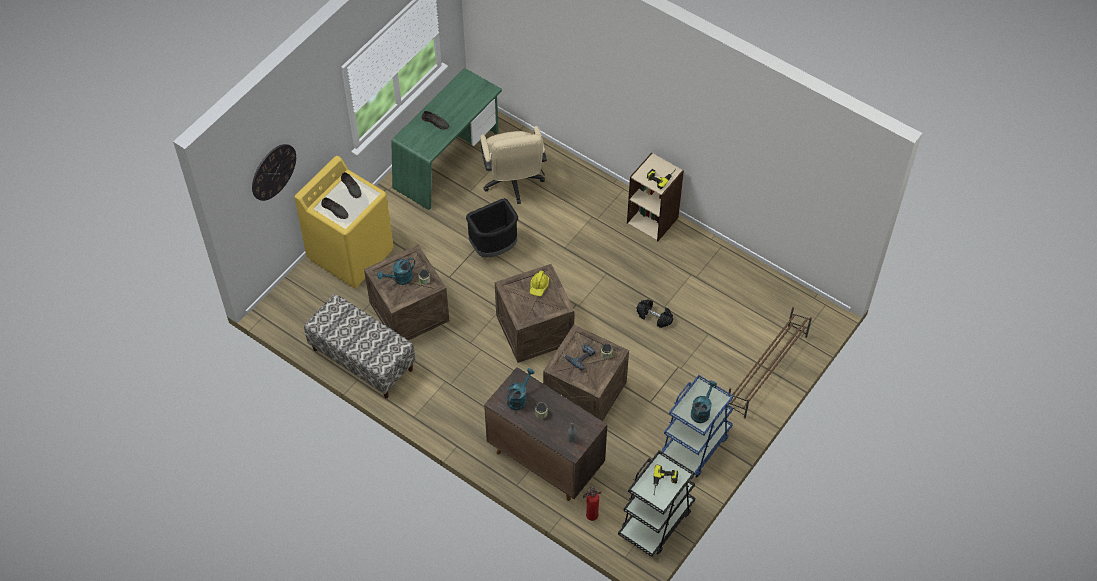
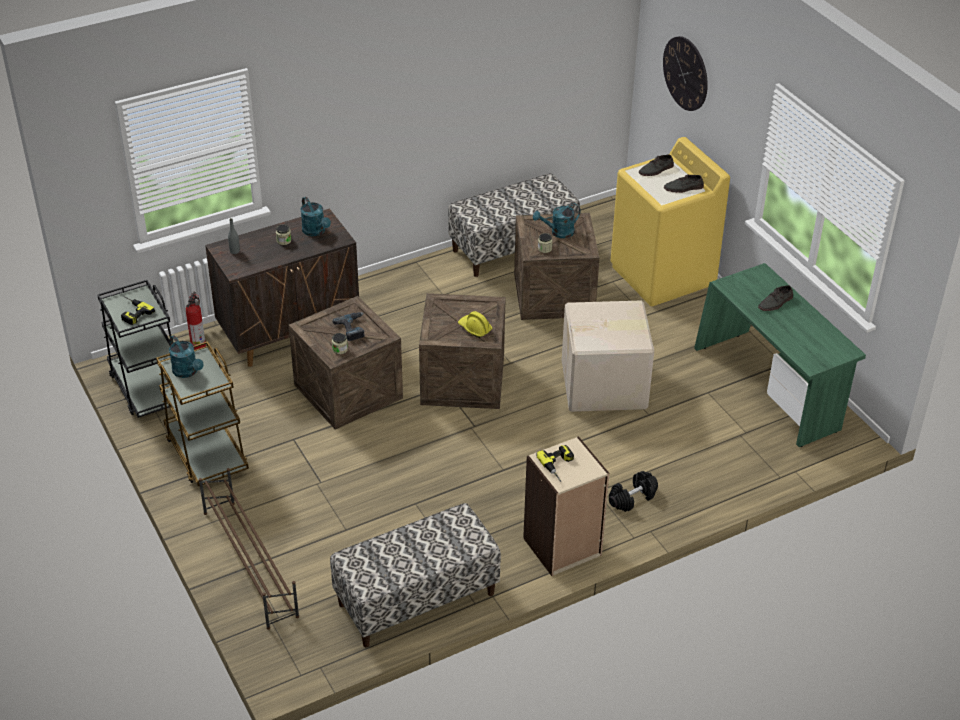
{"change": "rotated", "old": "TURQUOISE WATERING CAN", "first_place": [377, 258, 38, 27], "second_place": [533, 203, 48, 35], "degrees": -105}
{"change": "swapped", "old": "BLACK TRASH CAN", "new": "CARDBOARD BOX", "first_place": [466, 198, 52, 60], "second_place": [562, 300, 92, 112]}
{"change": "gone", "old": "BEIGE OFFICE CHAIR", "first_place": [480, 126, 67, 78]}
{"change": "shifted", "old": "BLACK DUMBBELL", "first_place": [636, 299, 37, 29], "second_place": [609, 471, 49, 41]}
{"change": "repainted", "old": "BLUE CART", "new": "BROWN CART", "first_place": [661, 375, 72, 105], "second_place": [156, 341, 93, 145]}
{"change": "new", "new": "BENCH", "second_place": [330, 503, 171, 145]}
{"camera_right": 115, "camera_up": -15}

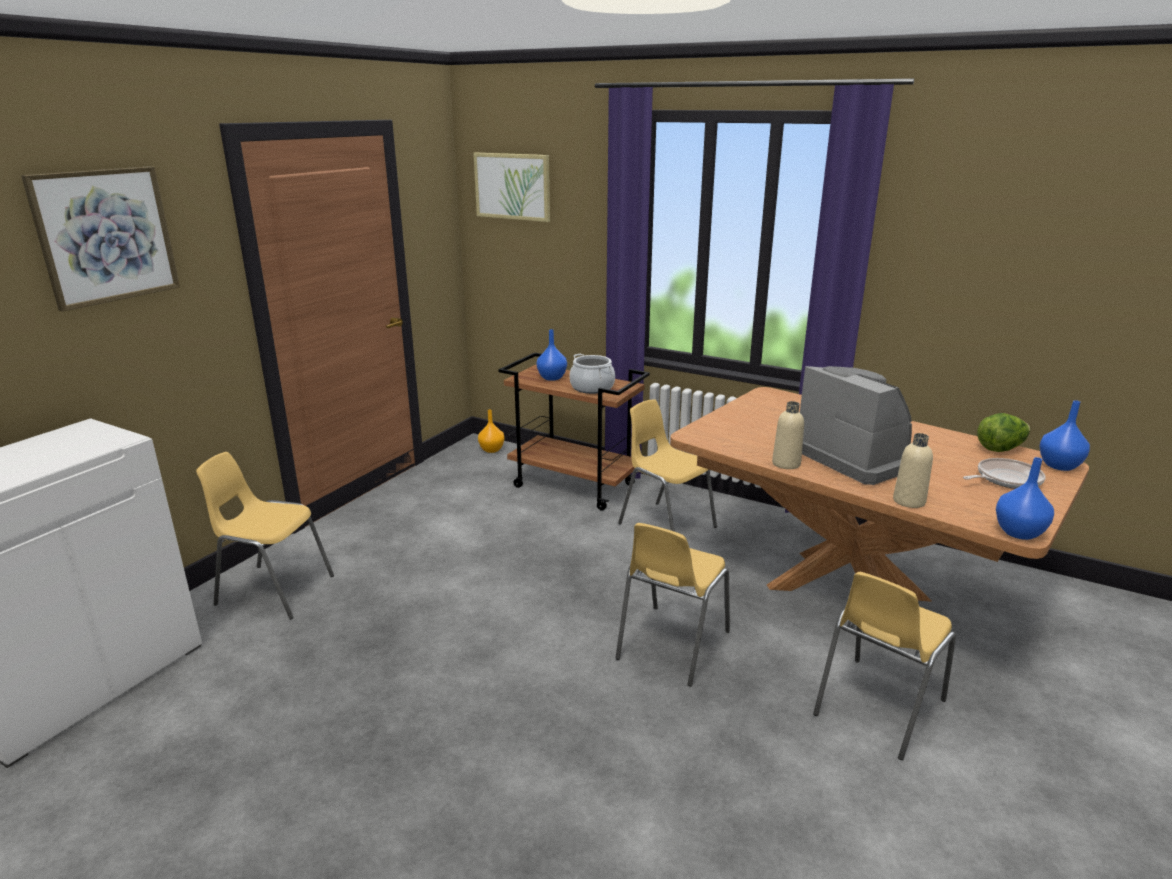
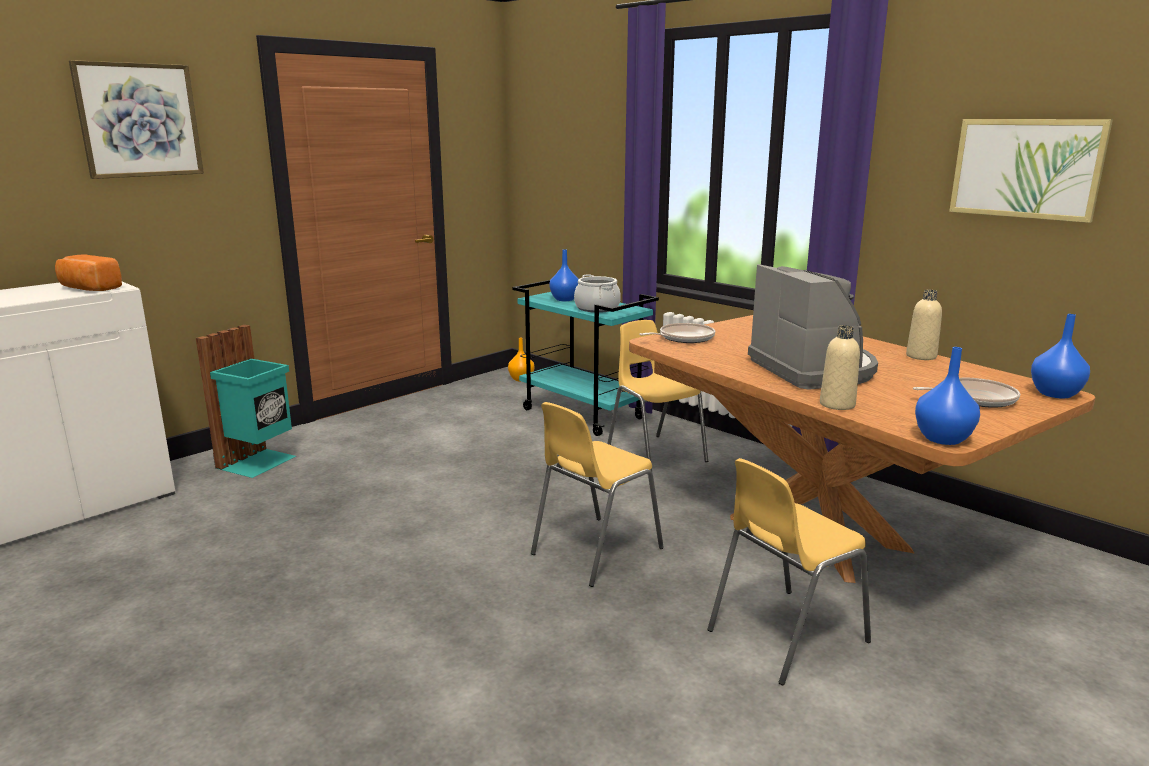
{"change": "swapped", "old": "YELLOW CHAIR", "new": "TURQUOISE TRASH CAN", "first_place": [196, 452, 138, 168], "second_place": [196, 325, 100, 153]}
{"change": "shifted", "old": "PICTURE", "first_place": [473, 153, 77, 69], "second_place": [949, 119, 164, 104]}
{"change": "repainted", "old": "BROWN CART", "new": "TURQUOISE CART", "first_place": [498, 352, 152, 159], "second_place": [512, 280, 147, 156]}
{"change": "shifted", "old": "BEIGE BOTTLE", "first_place": [772, 401, 32, 68], "second_place": [906, 290, 36, 70]}
{"change": "gone", "old": "LETTUCE", "first_place": [977, 413, 53, 39]}
{"change": "new", "new": "BREAD", "second_place": [55, 254, 67, 37]}
{"change": "new", "new": "FRYING PAN", "second_place": [639, 323, 76, 20]}
{"camera_right": 15, "camera_up": -5}

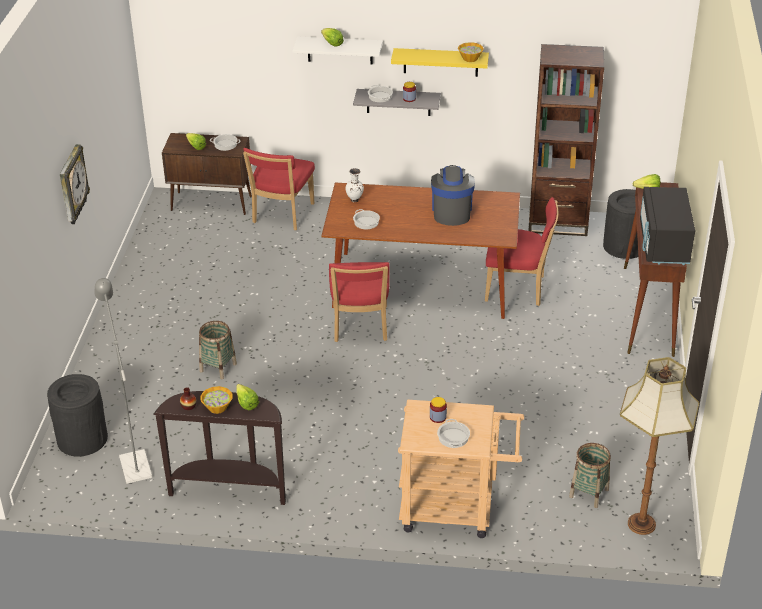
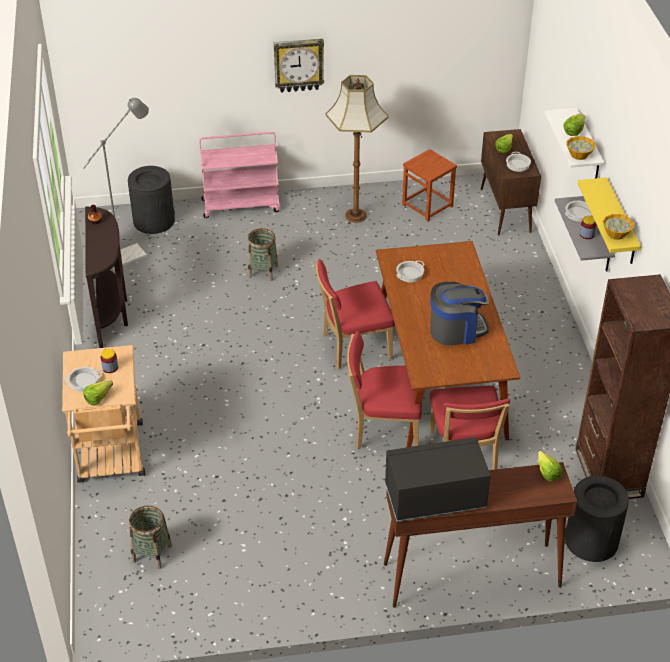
{"change": "shifted", "old": "BOWL", "first_place": [201, 386, 31, 28], "second_place": [566, 136, 30, 24]}
{"change": "shifted", "old": "LETTUCE", "first_place": [236, 384, 23, 26], "second_place": [83, 381, 30, 25]}
{"change": "shifted", "old": "RED CHAIR", "first_place": [243, 148, 72, 82], "second_place": [347, 331, 75, 118]}
{"change": "gone", "old": "WHITE VASE", "first_place": [346, 168, 18, 34]}
{"change": "shifted", "old": "FLOOR LAMP", "first_place": [620, 357, 79, 178], "second_place": [326, 75, 62, 148]}
{"change": "new", "new": "PINK CART", "second_place": [199, 132, 81, 86]}
{"change": "new", "new": "BROWN STOOL", "second_place": [402, 149, 55, 72]}
{"camera_right": 75, "camera_up": 5}

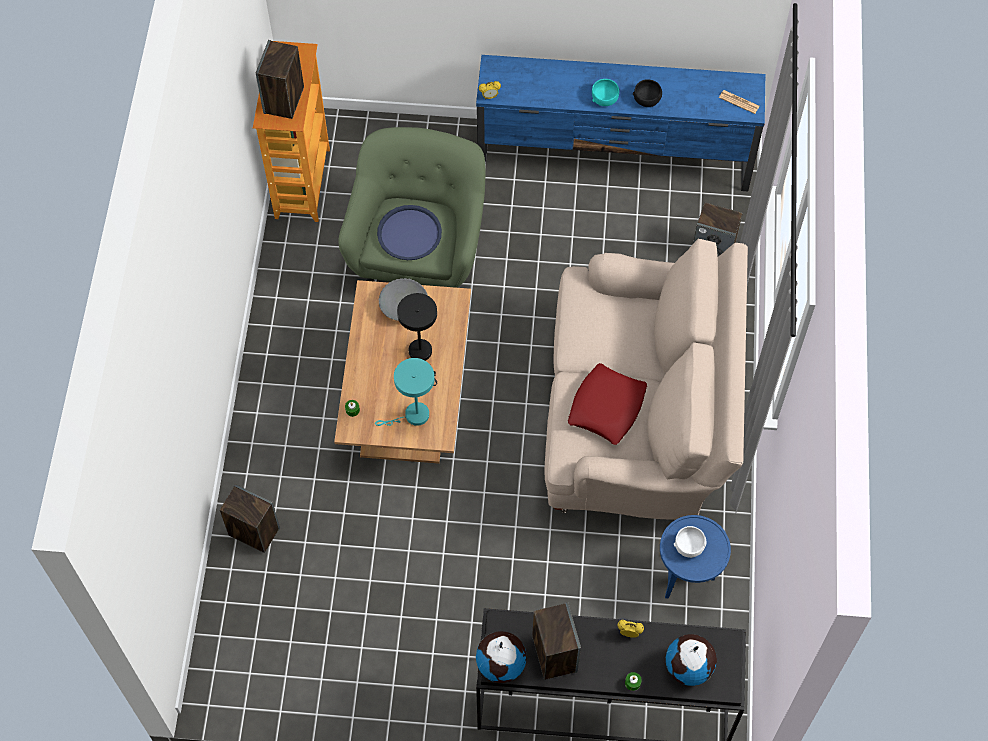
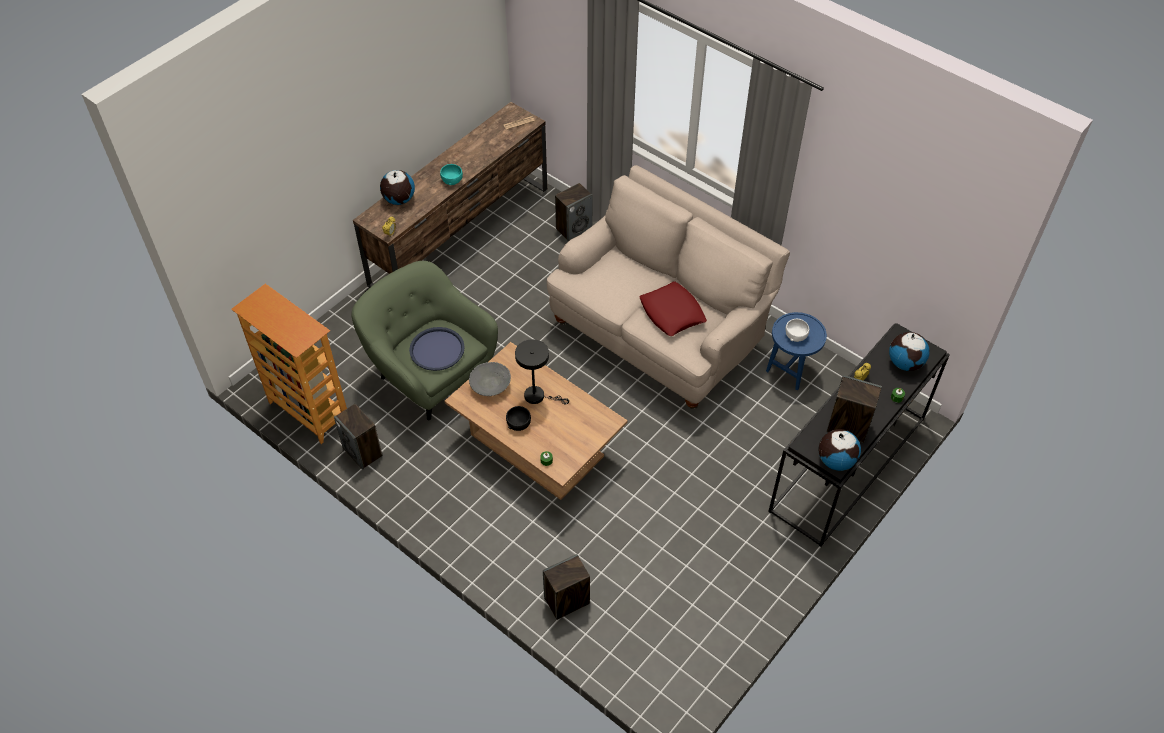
{"change": "shifted", "old": "SPEAKER", "first_place": [256, 40, 48, 79], "second_place": [334, 404, 49, 66]}
{"change": "gone", "old": "TURQUOISE TABLE LAMP", "first_place": [375, 358, 60, 68]}
{"change": "repainted", "old": "BLUE TV STAND", "new": "BROWN TV STAND", "first_place": [476, 55, 289, 136], "second_place": [353, 102, 194, 186]}
{"change": "shifted", "old": "BLACK BOWL", "first_place": [633, 79, 29, 28], "second_place": [506, 406, 25, 25]}
{"change": "new", "new": "GLOBE", "second_place": [380, 170, 35, 35]}
{"camera_right": -55, "camera_up": -10}

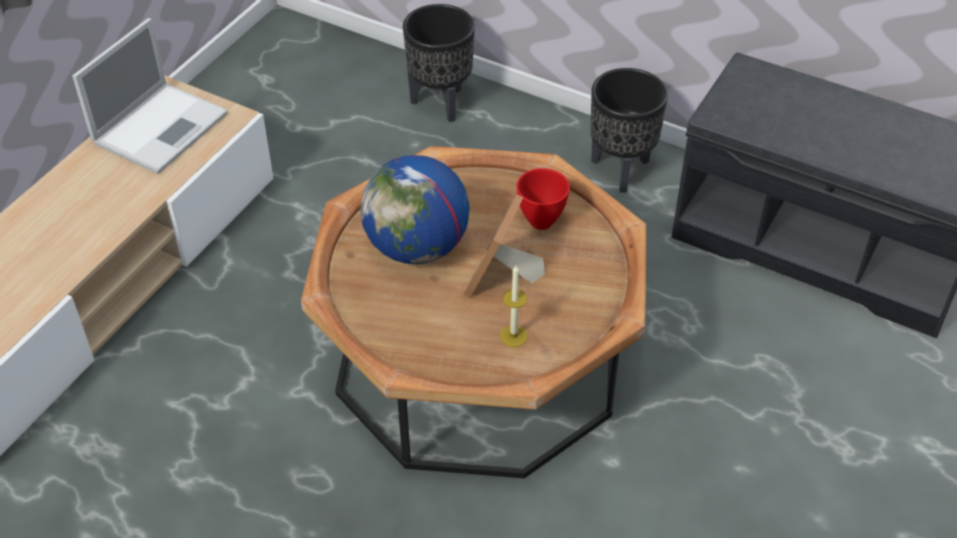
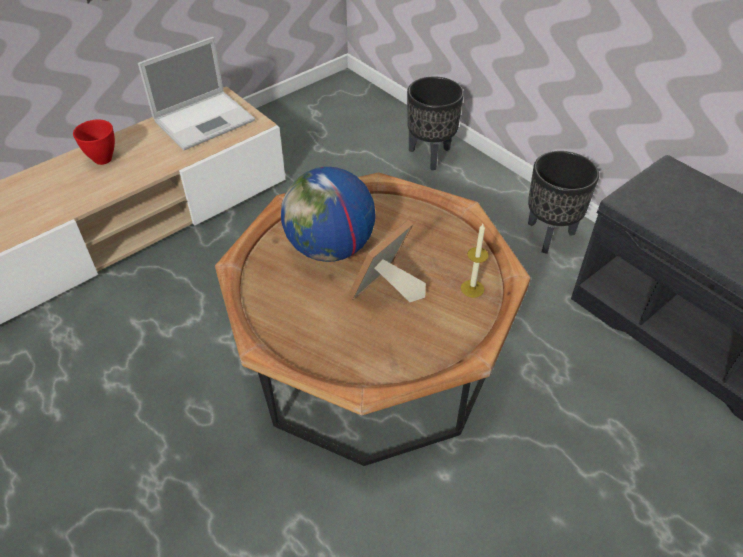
{"change": "shifted", "old": "CANDLE", "first_place": [500, 265, 28, 82], "second_place": [461, 224, 28, 74]}
{"change": "shifted", "old": "RED BOWL", "first_place": [516, 168, 54, 62], "second_place": [73, 119, 42, 46]}
{"camera_right": 20, "camera_up": 0}

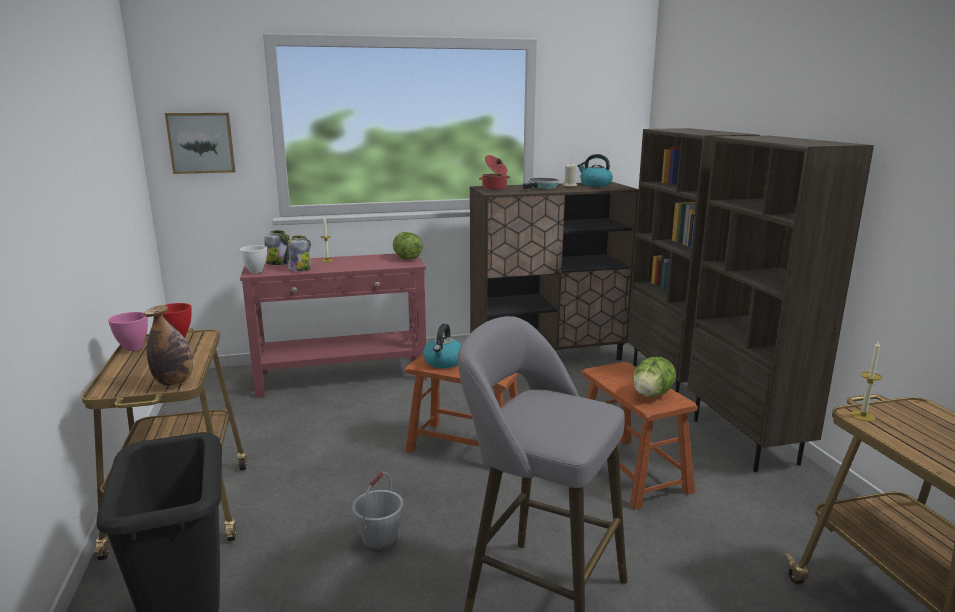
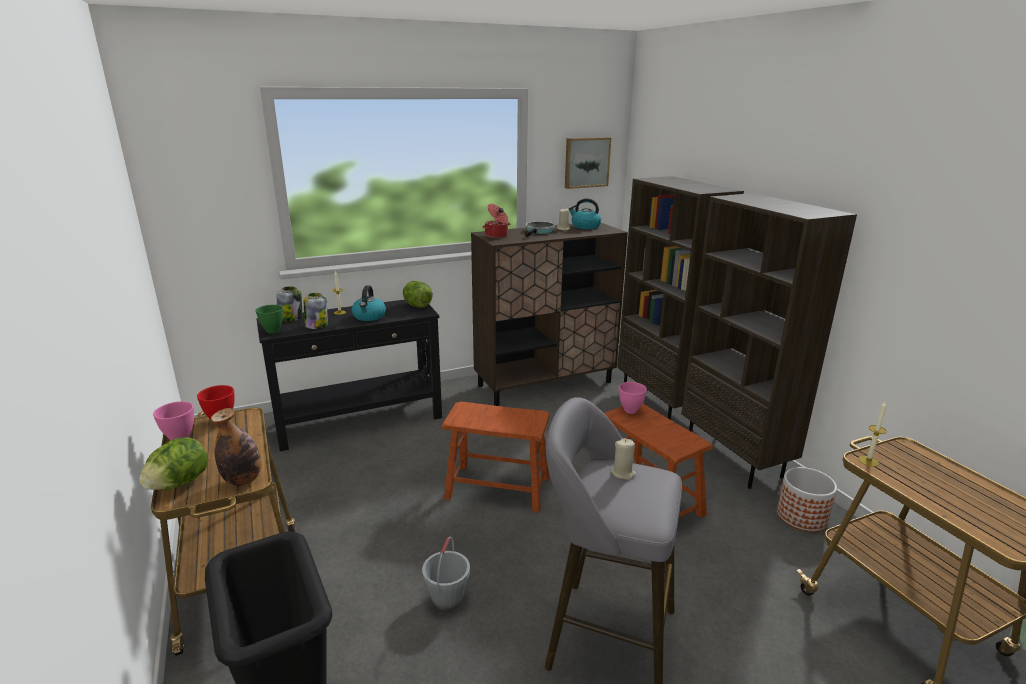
{"change": "shifted", "old": "PICTURE", "first_place": [165, 113, 70, 61], "second_place": [565, 137, 46, 52]}
{"change": "repainted", "old": "WHITE BOWL", "new": "GREEN BOWL", "first_place": [240, 245, 27, 28], "second_place": [256, 305, 27, 29]}
{"change": "repainted", "old": "RED CONSOLE TABLE", "new": "BLACK CONSOLE TABLE", "first_place": [240, 253, 187, 145], "second_place": [256, 300, 186, 151]}
{"change": "shifted", "old": "KETTLE", "first_place": [423, 324, 38, 44], "second_place": [352, 285, 34, 36]}
{"change": "shifted", "old": "LETTUCE", "first_place": [632, 357, 44, 40], "second_place": [139, 437, 69, 53]}
{"change": "new", "new": "BEIGE CANDLE", "second_place": [611, 438, 25, 42]}
{"change": "new", "new": "PINK BOWL", "second_place": [619, 382, 28, 32]}
{"change": "new", "new": "PLANTER", "second_place": [777, 467, 60, 65]}
{"camera_right": -10, "camera_up": 5}

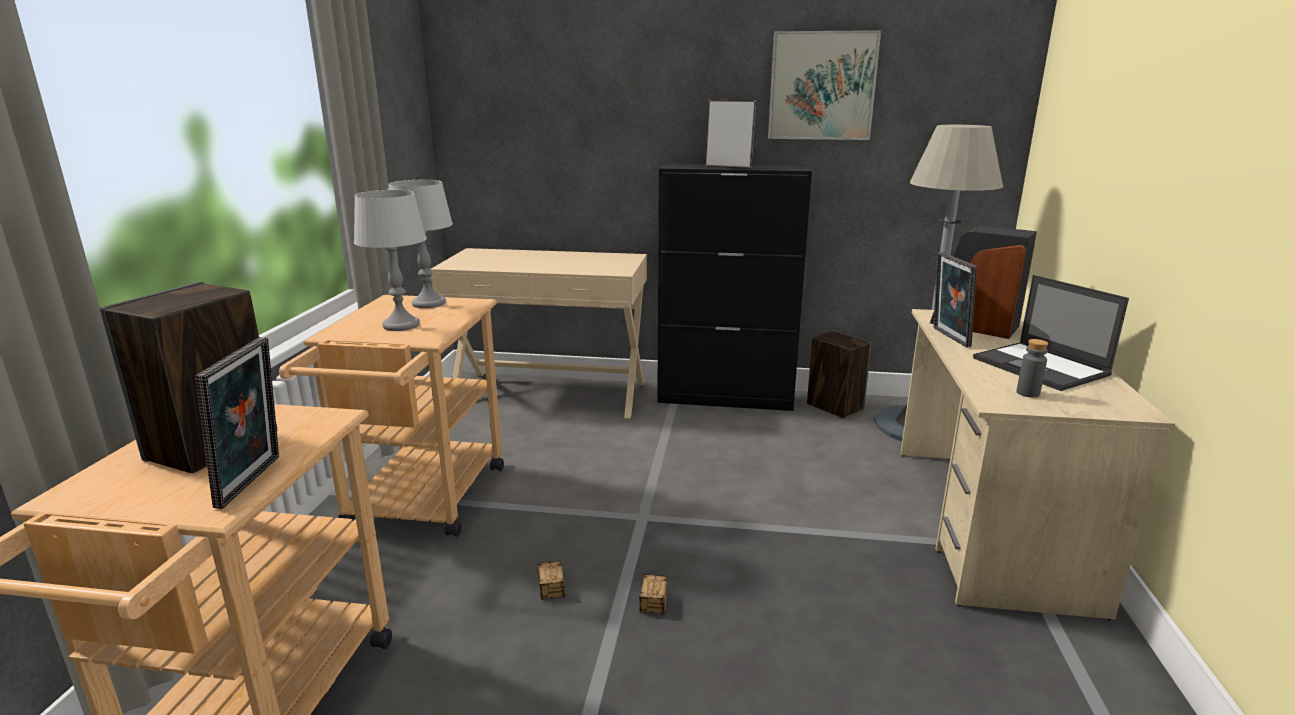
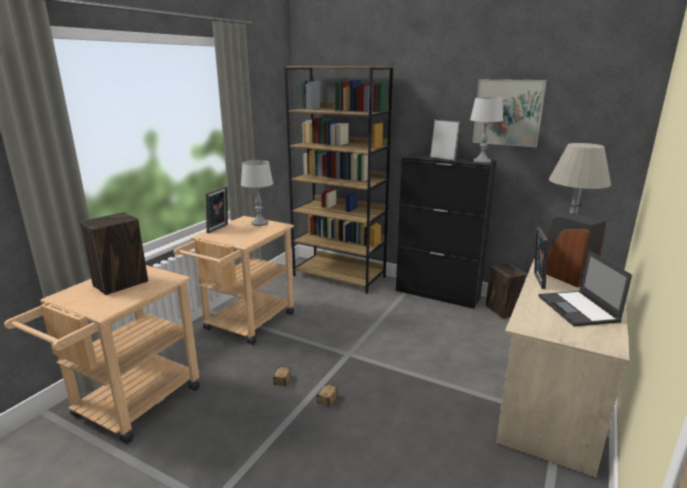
{"change": "shifted", "old": "PICTURE FRAME", "first_place": [195, 337, 84, 172], "second_place": [205, 186, 23, 48]}
{"change": "shifted", "old": "GREY TABLE LAMP", "first_place": [354, 190, 73, 141], "second_place": [470, 97, 33, 67]}
{"change": "swapped", "old": "BEIGE CONSOLE TABLE", "new": "BROWN BOOKCASE", "first_place": [431, 248, 216, 171], "second_place": [284, 66, 109, 228]}
{"change": "gone", "old": "GREY BOTTLE", "first_place": [1016, 339, 32, 59]}
{"camera_right": 20, "camera_up": 0}

